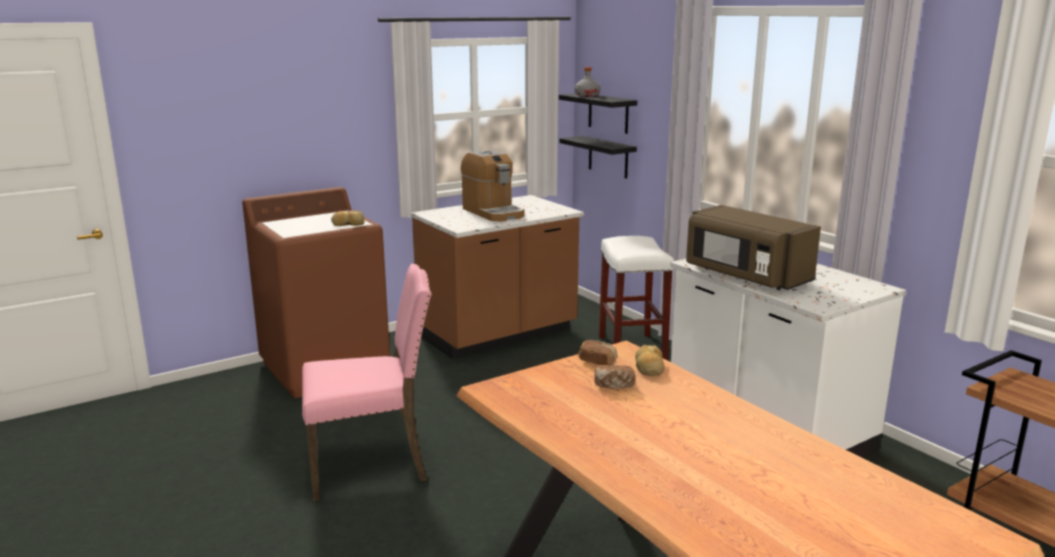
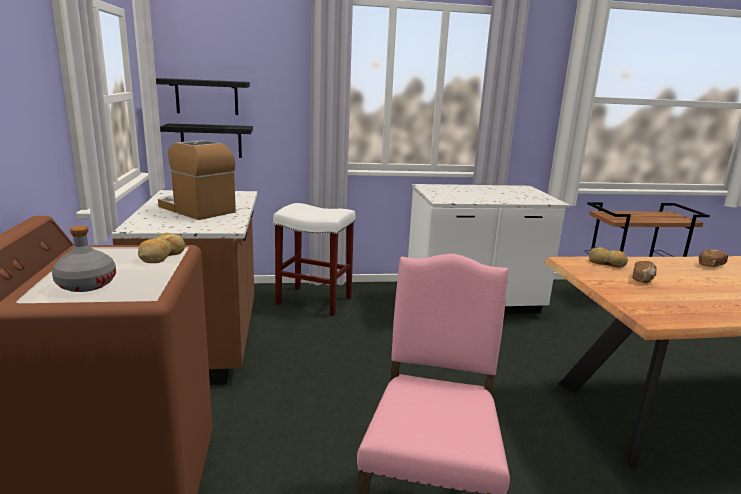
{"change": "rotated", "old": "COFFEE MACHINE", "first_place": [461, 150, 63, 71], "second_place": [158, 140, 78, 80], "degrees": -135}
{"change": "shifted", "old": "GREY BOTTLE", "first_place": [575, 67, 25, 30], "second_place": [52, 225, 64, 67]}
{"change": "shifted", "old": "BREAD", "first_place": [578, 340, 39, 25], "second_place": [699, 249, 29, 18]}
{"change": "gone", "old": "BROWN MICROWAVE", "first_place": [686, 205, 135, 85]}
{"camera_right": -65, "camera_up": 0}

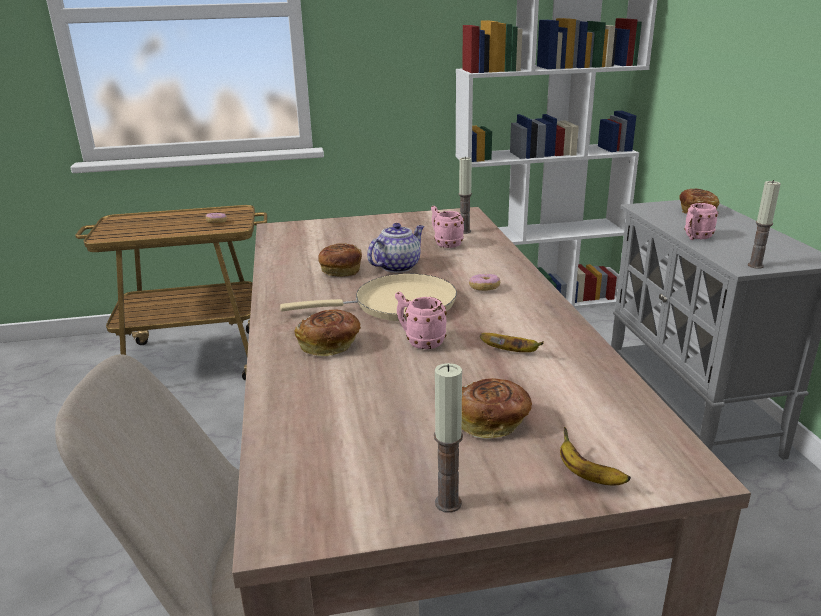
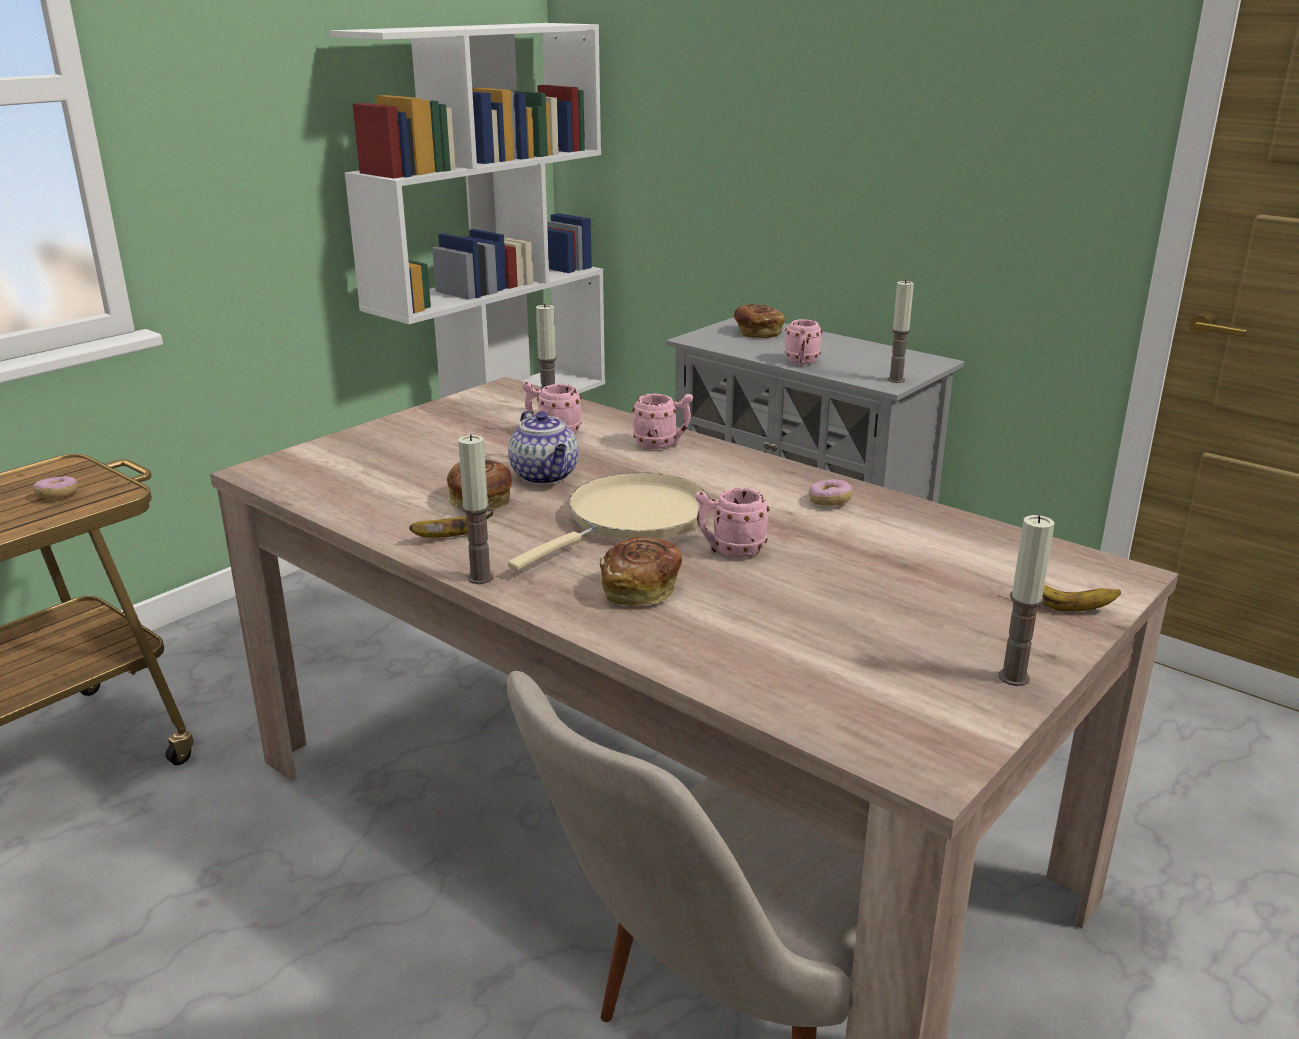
{"change": "rotated", "old": "TEAPOT", "first_place": [367, 223, 57, 50], "second_place": [508, 410, 71, 75], "degrees": 150}
{"change": "gone", "old": "BREAD", "first_place": [462, 378, 70, 61]}
{"change": "shifted", "old": "DONUT", "first_place": [469, 274, 31, 17], "second_place": [809, 479, 43, 27]}
{"change": "shifted", "old": "BANANA", "first_place": [480, 333, 64, 19], "second_place": [409, 512, 84, 26]}
{"change": "new", "new": "CANDLE", "second_place": [458, 434, 36, 150]}
{"change": "new", "new": "PINK MUG", "second_place": [632, 394, 61, 55]}
{"camera_right": -40, "camera_up": 0}

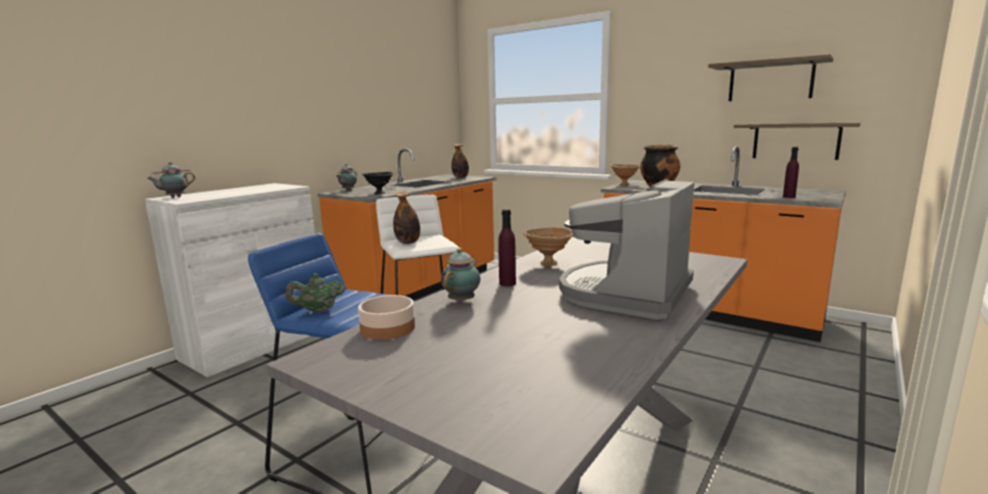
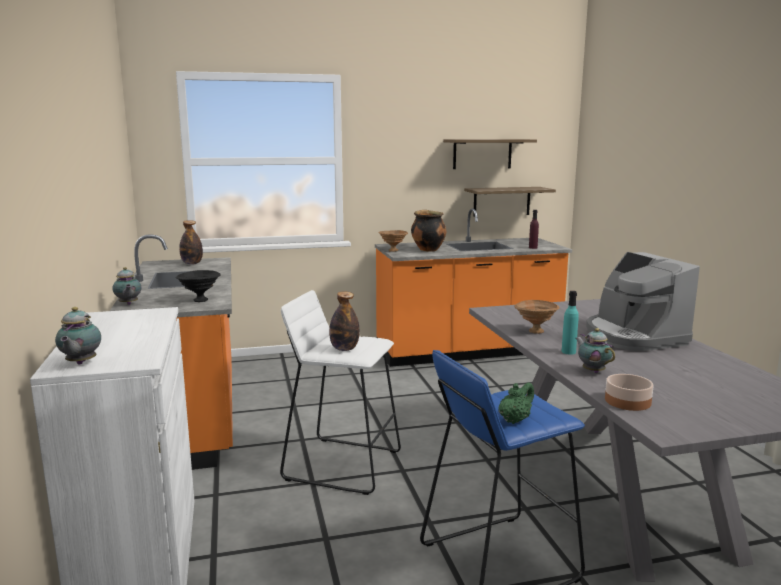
{"change": "rotated", "old": "GREEN TEAPOT", "first_place": [286, 273, 59, 39], "second_place": [498, 382, 36, 42], "degrees": -150}
{"change": "repainted", "old": "PURPLE BOTTLE", "new": "TURQUOISE BOTTLE", "first_place": [498, 209, 18, 77], "second_place": [562, 291, 17, 64]}
{"camera_right": -50, "camera_up": 0}

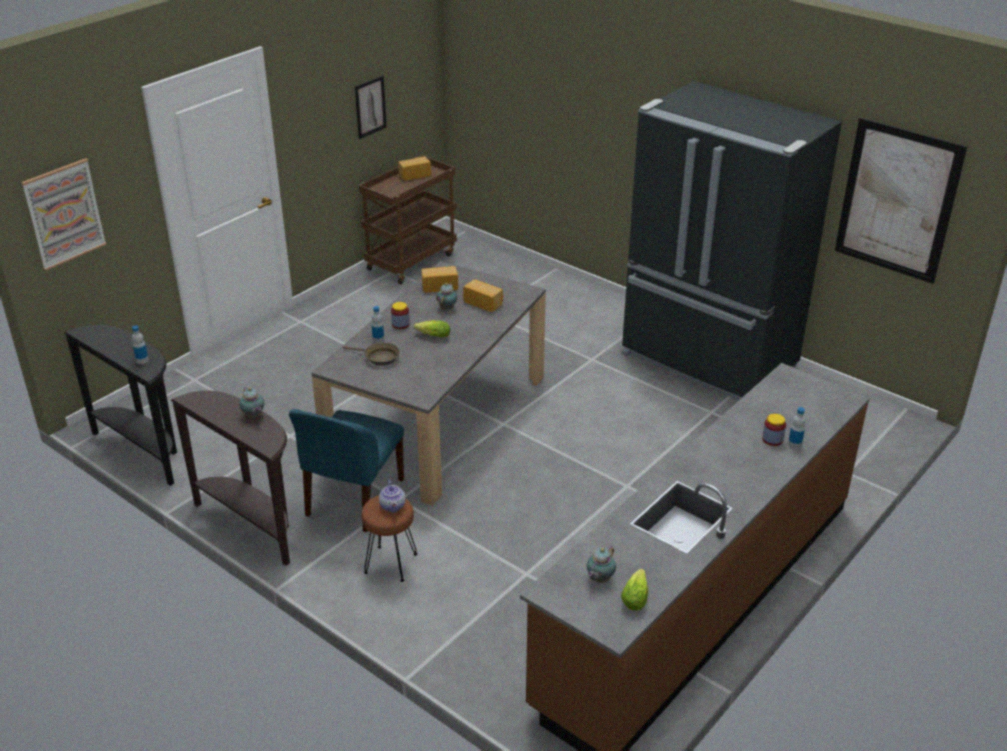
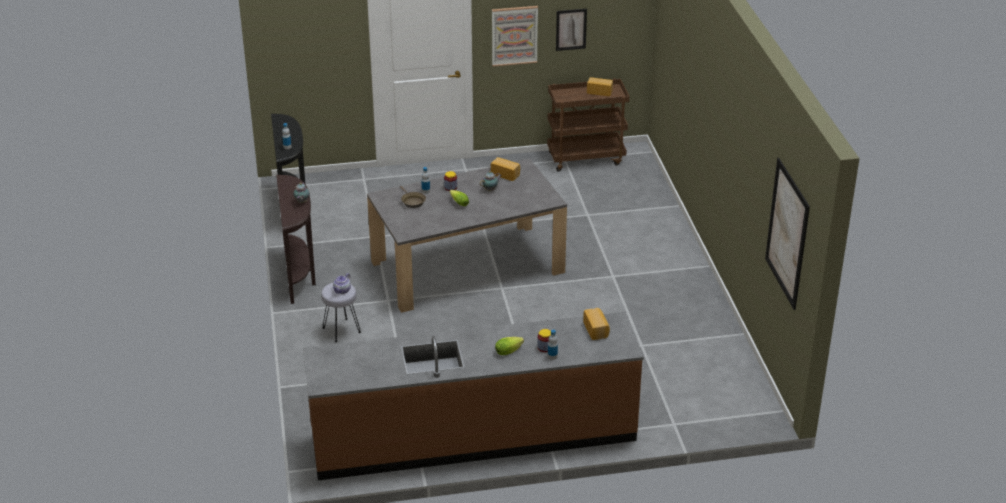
{"change": "shifted", "old": "PICTURE", "first_place": [21, 158, 86, 113], "second_place": [492, 6, 46, 60]}
{"change": "gone", "old": "BLUE CHAIR", "first_place": [289, 409, 115, 123]}
{"change": "repainted", "old": "BROWN STOOL", "new": "GREY STOOL", "first_place": [361, 496, 56, 86], "second_place": [321, 283, 40, 59]}
{"change": "shifted", "old": "BREAD", "first_place": [463, 279, 40, 33], "second_place": [583, 308, 27, 32]}
{"change": "gone", "old": "TEAPOT", "first_place": [587, 546, 29, 37]}
{"change": "gone", "old": "BLACK FRIDGE", "first_place": [621, 81, 221, 320]}
{"change": "shifted", "old": "LETTUCE", "first_place": [621, 569, 27, 42], "second_place": [495, 337, 29, 18]}
{"camera_right": 40, "camera_up": 0}

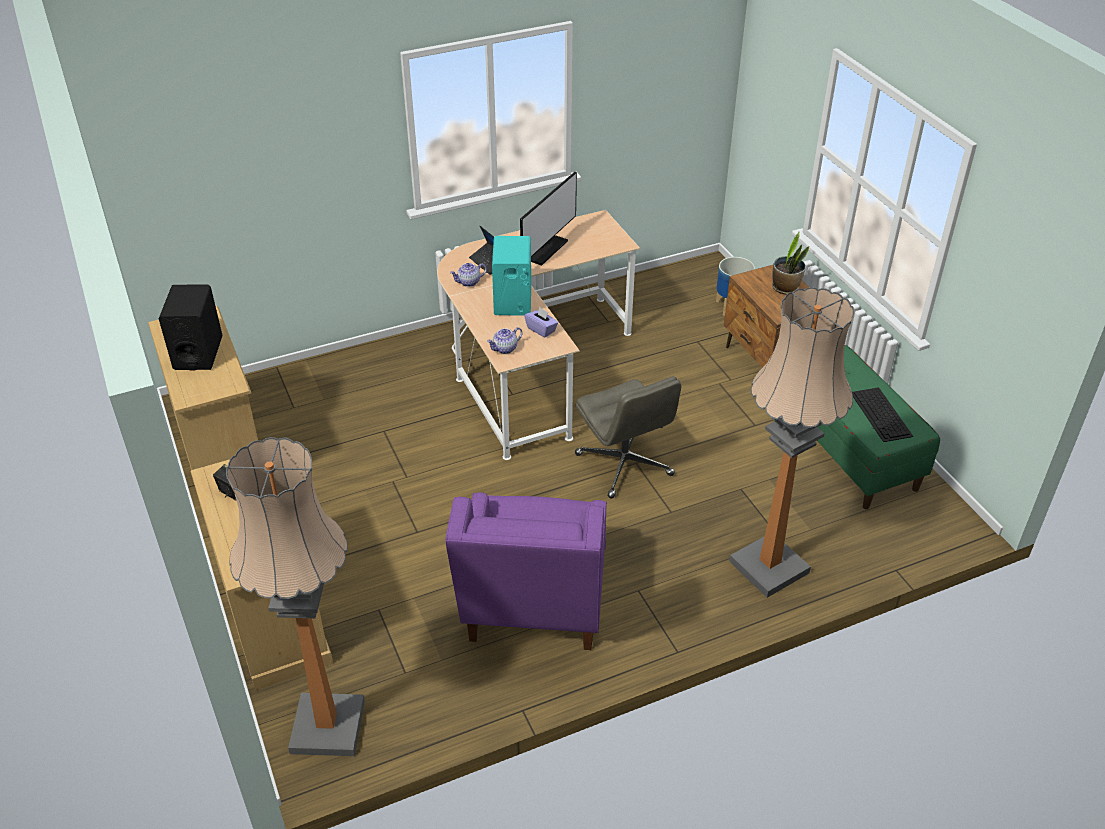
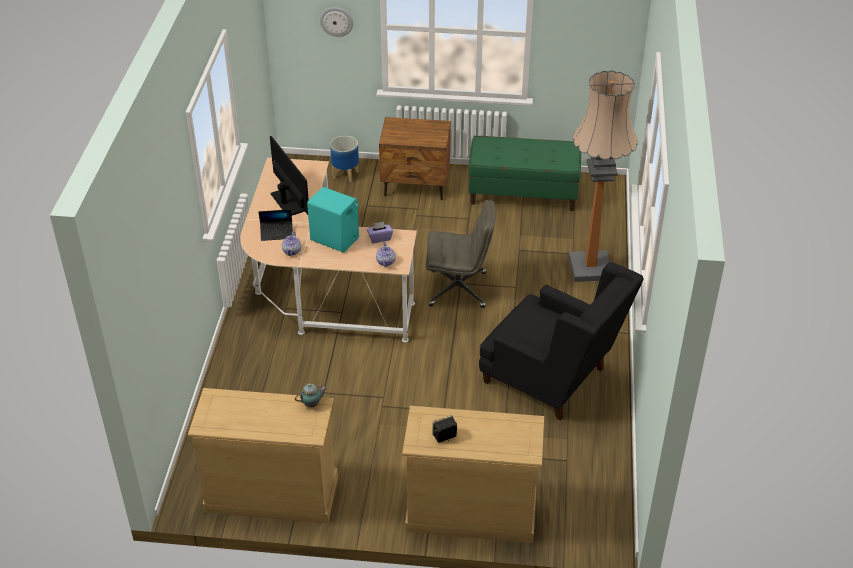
{"change": "gone", "old": "BLACK SPEAKER", "first_place": [159, 285, 64, 85]}
{"change": "gone", "old": "FLOOR LAMP", "first_place": [226, 437, 139, 319]}
{"change": "repainted", "old": "PURPLE ARMCHAIR", "new": "BLACK ARMCHAIR", "first_place": [446, 492, 161, 158], "second_place": [479, 262, 165, 158]}
{"change": "gone", "old": "POTTED PLANT", "first_place": [772, 232, 37, 63]}
{"change": "gone", "old": "KEYBOARD", "first_place": [852, 387, 61, 55]}
{"change": "new", "new": "TEAPOT", "second_place": [295, 383, 33, 25]}
{"change": "new", "new": "WALL CLOCK", "second_place": [320, 7, 33, 30]}
{"camera_right": -60, "camera_up": 0}

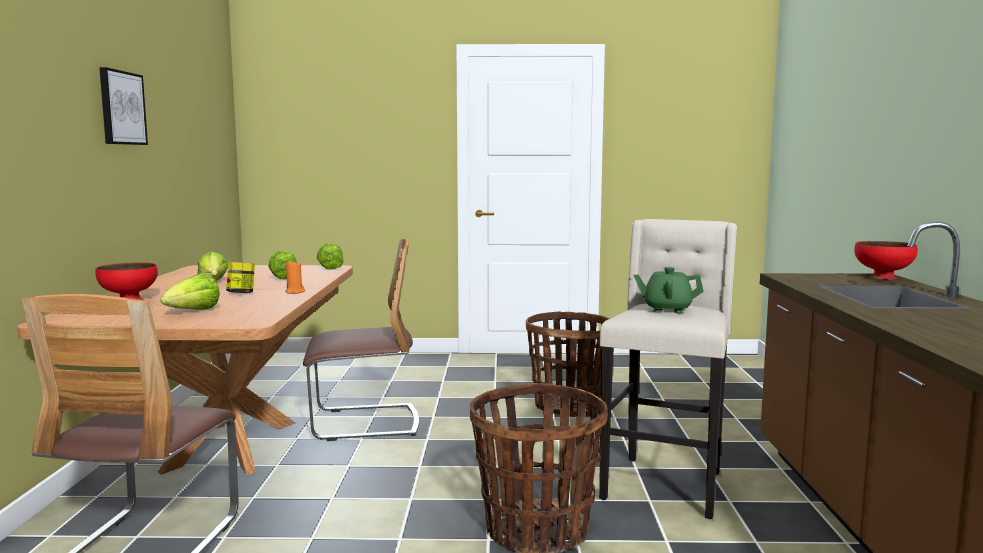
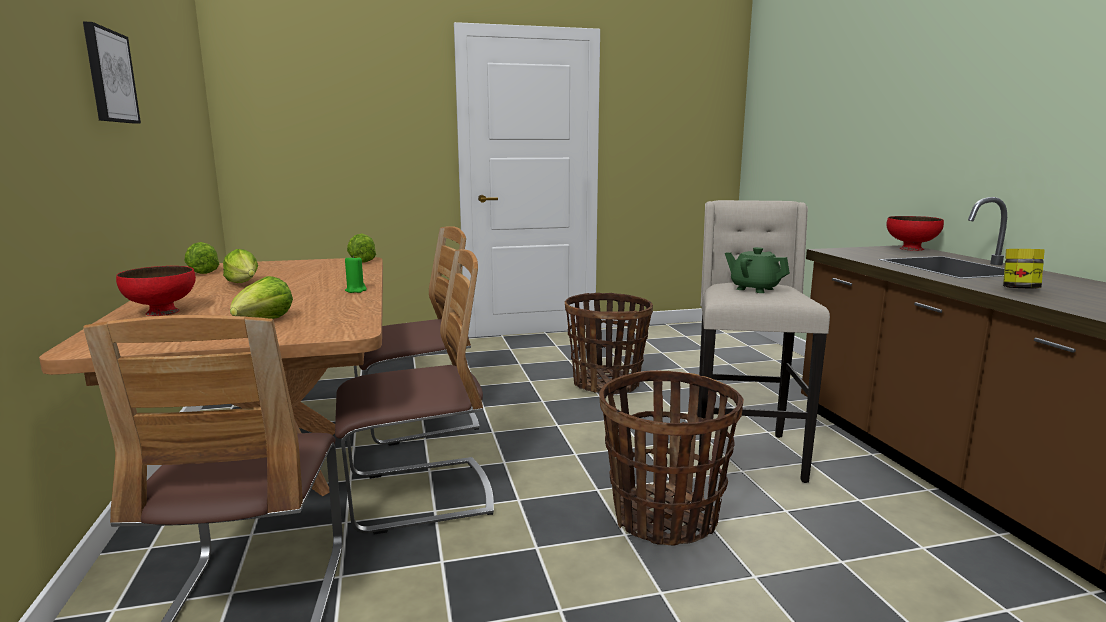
{"change": "shifted", "old": "JAR", "first_place": [226, 262, 29, 31], "second_place": [1003, 249, 42, 40]}
{"change": "shifted", "old": "LETTUCE", "first_place": [268, 250, 28, 29], "second_place": [184, 242, 35, 32]}
{"change": "repainted", "old": "ORANGE CANDLE", "new": "GREEN CANDLE", "first_place": [285, 260, 20, 34], "second_place": [345, 255, 22, 38]}
{"change": "rotated", "old": "GREEN TEAPOT", "first_place": [634, 267, 70, 47], "second_place": [725, 247, 65, 46], "degrees": 45}
{"change": "new", "new": "CHAIR", "second_place": [335, 249, 159, 286]}
{"camera_right": -15, "camera_up": 5}

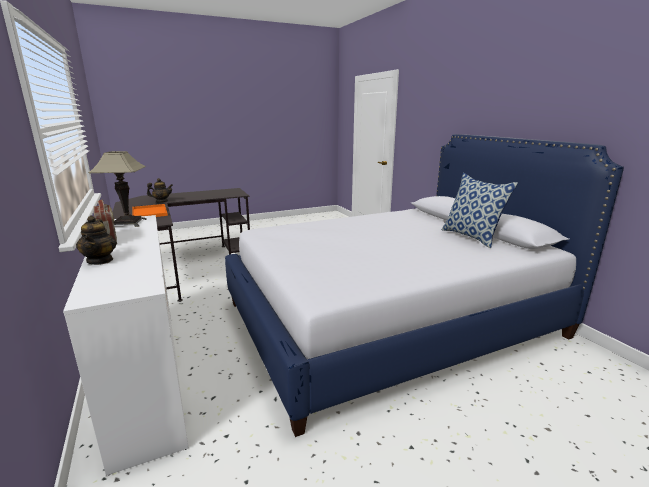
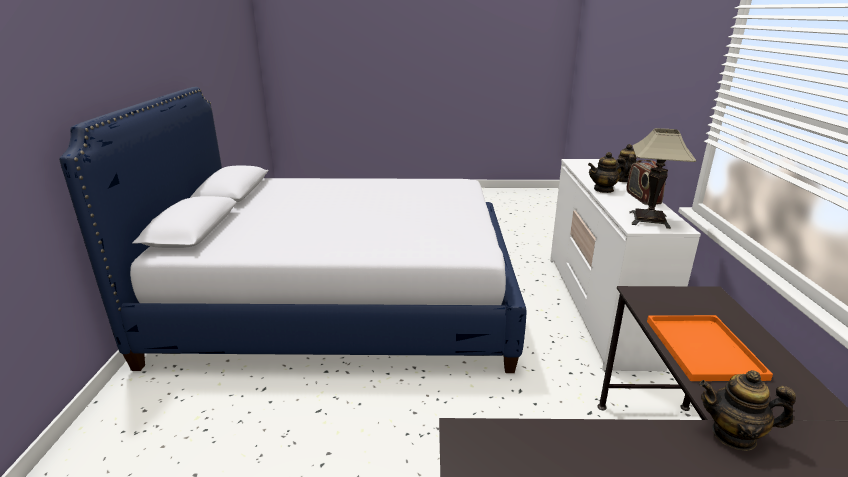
{"change": "gone", "old": "PILLOW", "first_place": [442, 173, 76, 75]}
{"change": "new", "new": "TEAPOT", "second_place": [588, 152, 38, 41]}
{"camera_right": -155, "camera_up": 5}

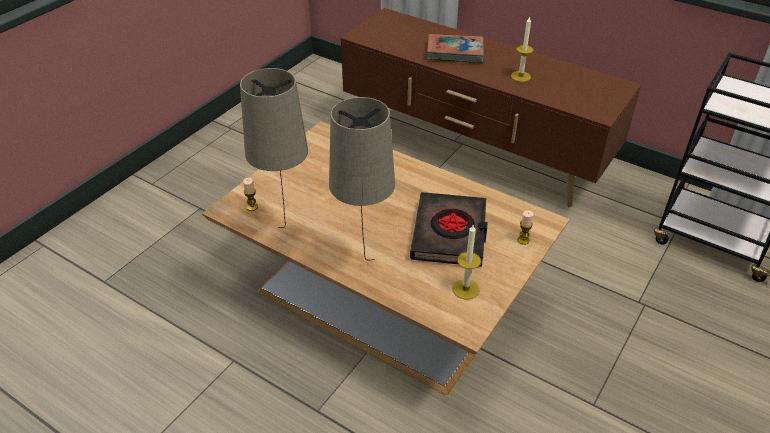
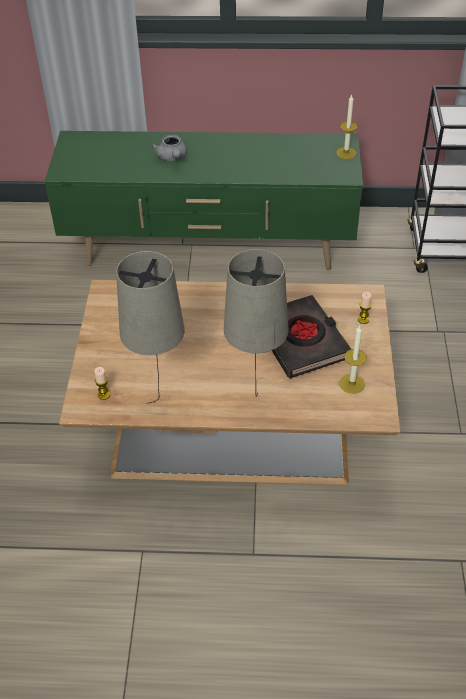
{"change": "repainted", "old": "BROWN TV STAND", "new": "GREEN TV STAND", "first_place": [341, 8, 301, 199], "second_place": [45, 131, 318, 139]}
{"change": "swapped", "old": "BOOK", "new": "GREY TEAPOT", "first_place": [427, 34, 57, 29], "second_place": [151, 134, 36, 27]}
{"change": "shifted", "old": "CANDLE", "first_place": [511, 17, 23, 65], "second_place": [336, 95, 22, 64]}
{"camera_right": -30, "camera_up": 5}

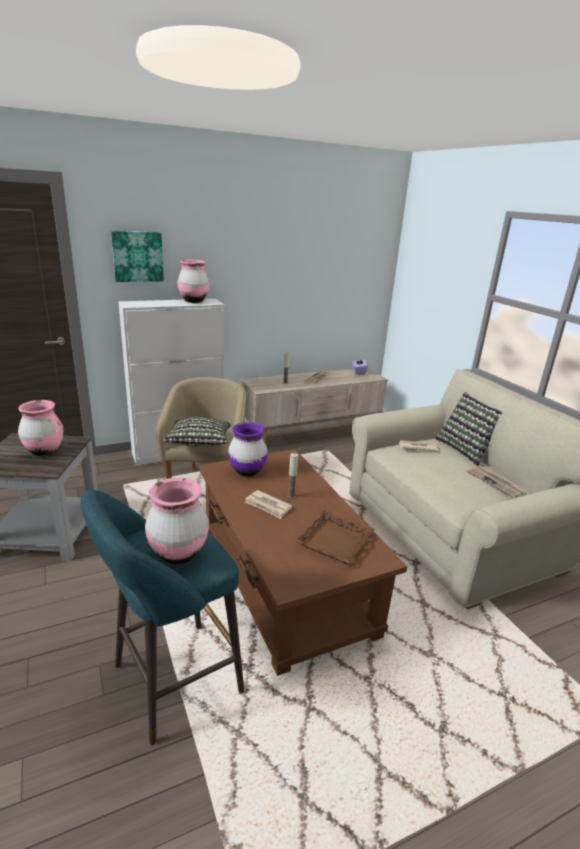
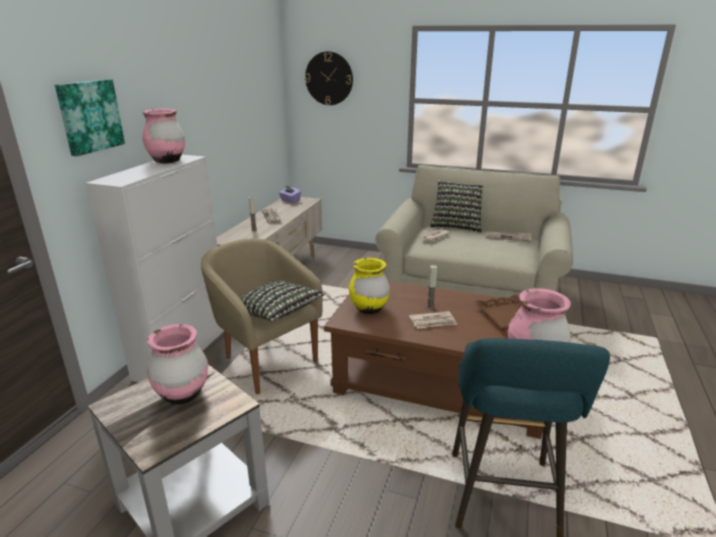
{"change": "repainted", "old": "PURPLE VASE", "new": "YELLOW VASE", "first_place": [228, 422, 40, 55], "second_place": [349, 258, 41, 56]}
{"change": "new", "new": "WALL CLOCK", "second_place": [305, 51, 48, 54]}
{"camera_right": -45, "camera_up": 0}

